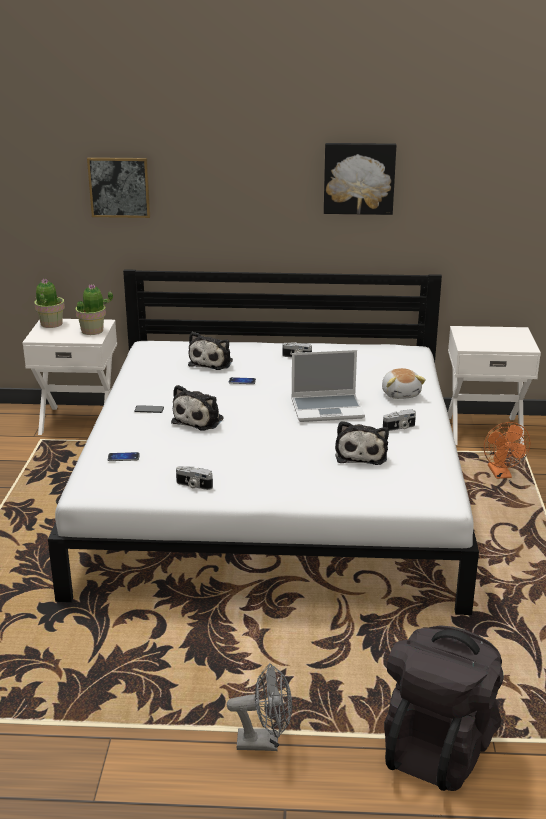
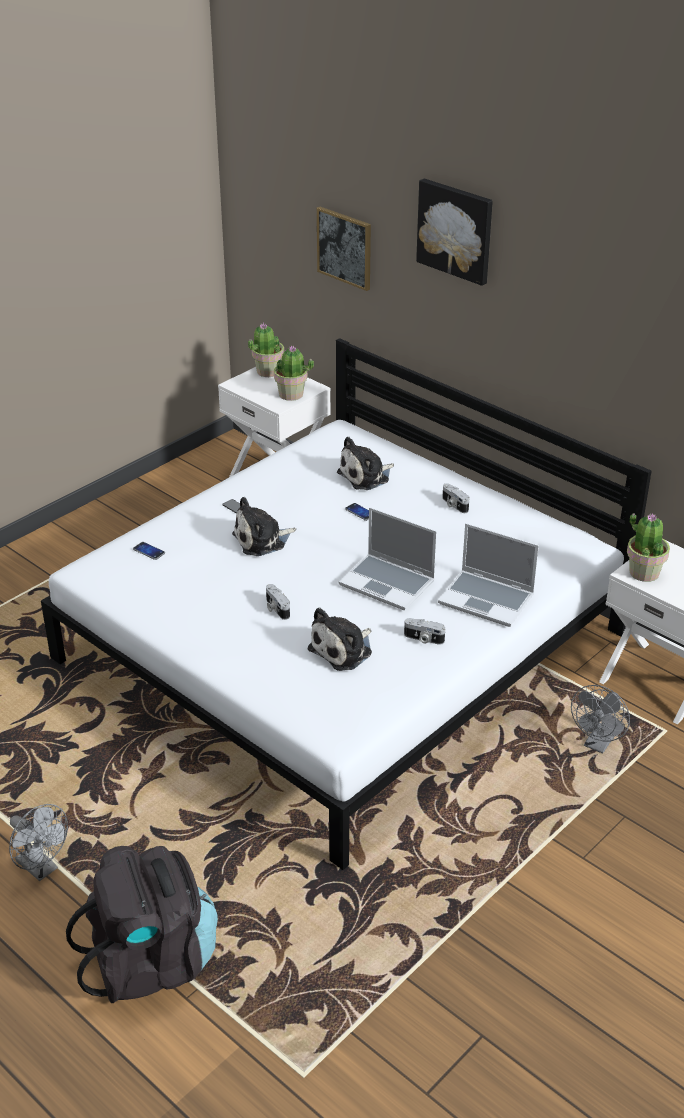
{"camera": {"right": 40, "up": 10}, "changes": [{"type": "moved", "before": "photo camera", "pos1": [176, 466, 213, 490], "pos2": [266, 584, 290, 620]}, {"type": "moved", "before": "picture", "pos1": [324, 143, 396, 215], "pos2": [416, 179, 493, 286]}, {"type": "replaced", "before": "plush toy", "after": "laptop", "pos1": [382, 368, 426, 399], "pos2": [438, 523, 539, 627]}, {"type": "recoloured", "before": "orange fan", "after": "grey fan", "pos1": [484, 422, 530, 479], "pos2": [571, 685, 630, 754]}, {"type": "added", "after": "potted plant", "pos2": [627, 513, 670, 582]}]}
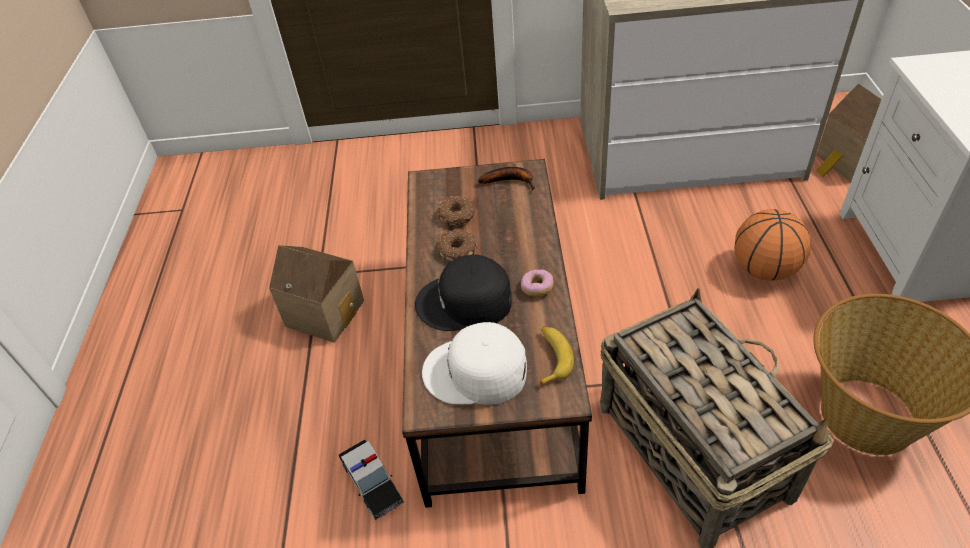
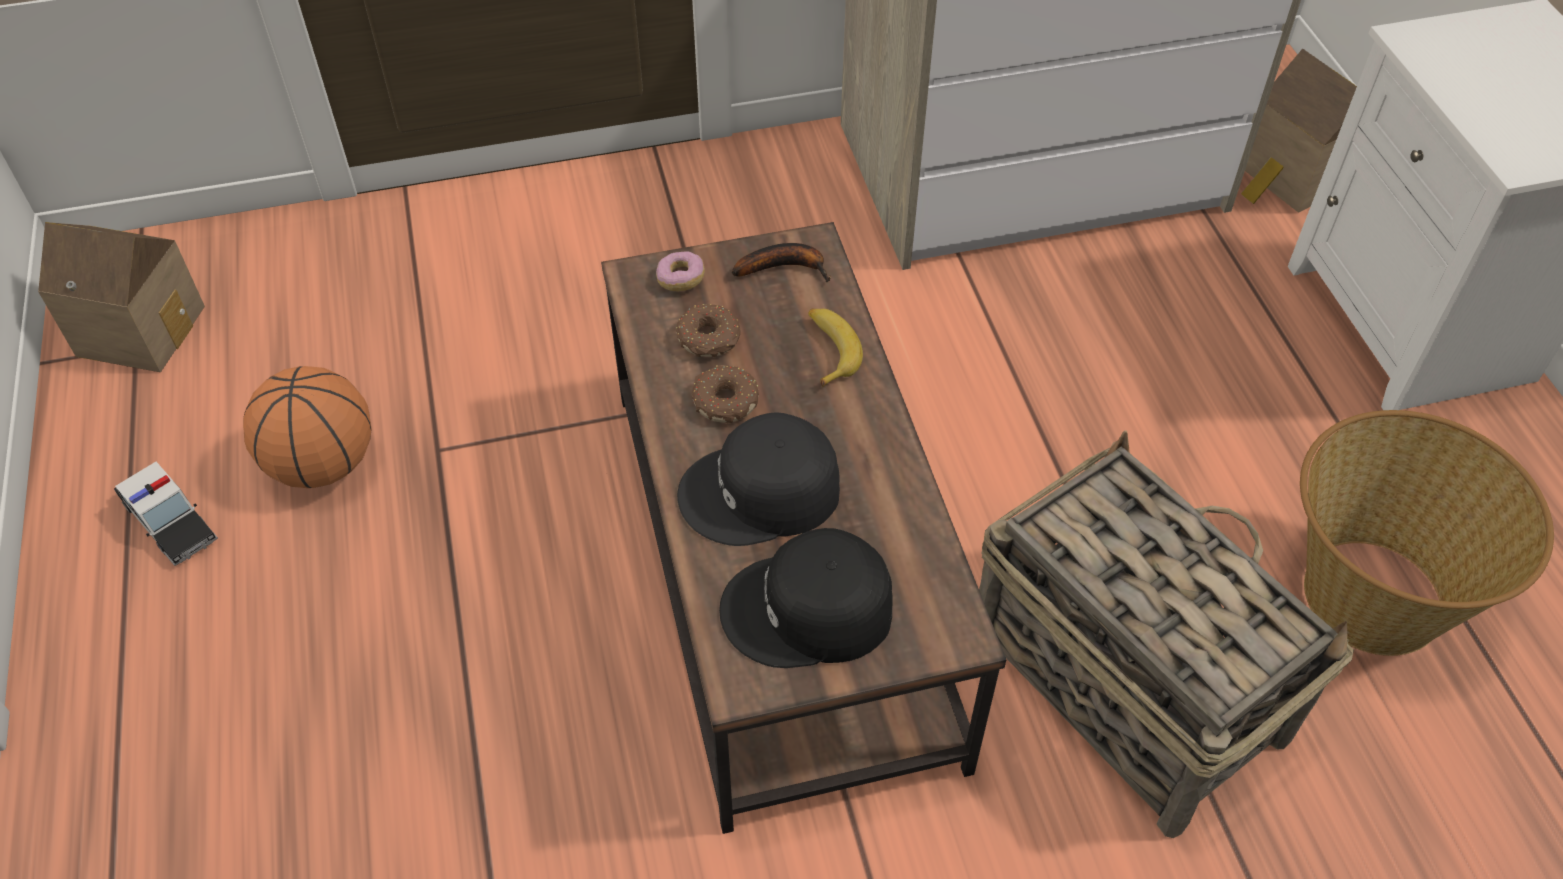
{"camera": {"right": -15, "up": 5}, "changes": [{"type": "moved", "before": "toy house", "pos1": [269, 245, 364, 343], "pos2": [38, 222, 205, 372]}, {"type": "moved", "before": "toy car", "pos1": [339, 440, 404, 520], "pos2": [114, 462, 218, 566]}, {"type": "moved", "before": "basketball", "pos1": [734, 209, 810, 281], "pos2": [243, 366, 372, 488]}, {"type": "moved", "before": "donut", "pos1": [521, 270, 554, 297], "pos2": [656, 251, 705, 291]}, {"type": "recoloured", "before": "white cap", "after": "black cap", "pos1": [422, 322, 527, 405], "pos2": [719, 528, 893, 668]}, {"type": "moved", "before": "banana", "pos1": [540, 326, 574, 386], "pos2": [808, 309, 863, 387]}]}
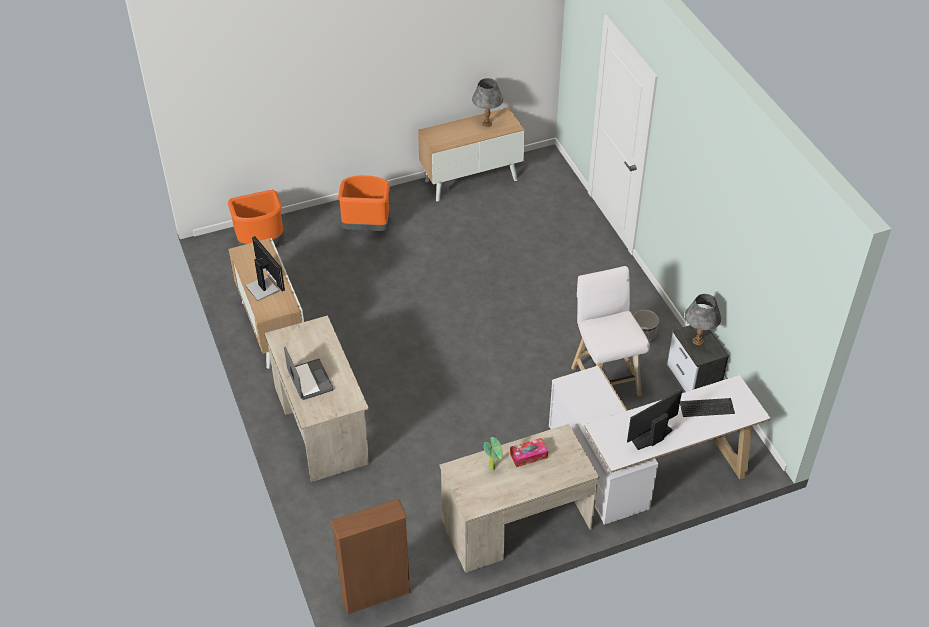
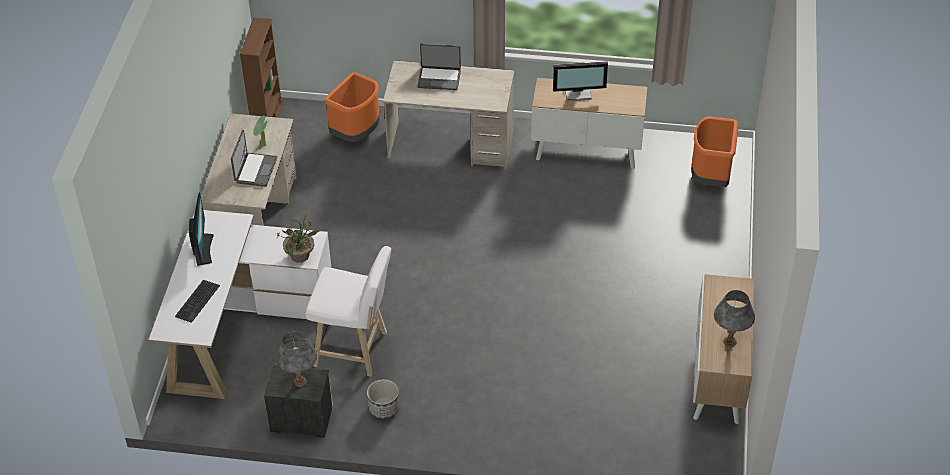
{"camera": {"right": 120, "up": 0}, "changes": [{"type": "replaced", "before": "tissue box", "after": "laptop", "pos1": [510, 438, 548, 467], "pos2": [231, 130, 277, 187]}, {"type": "added", "after": "potted plant", "pos2": [276, 212, 320, 263]}, {"type": "moved", "before": "orange trash can", "pos1": [338, 175, 390, 231], "pos2": [324, 72, 379, 142]}]}
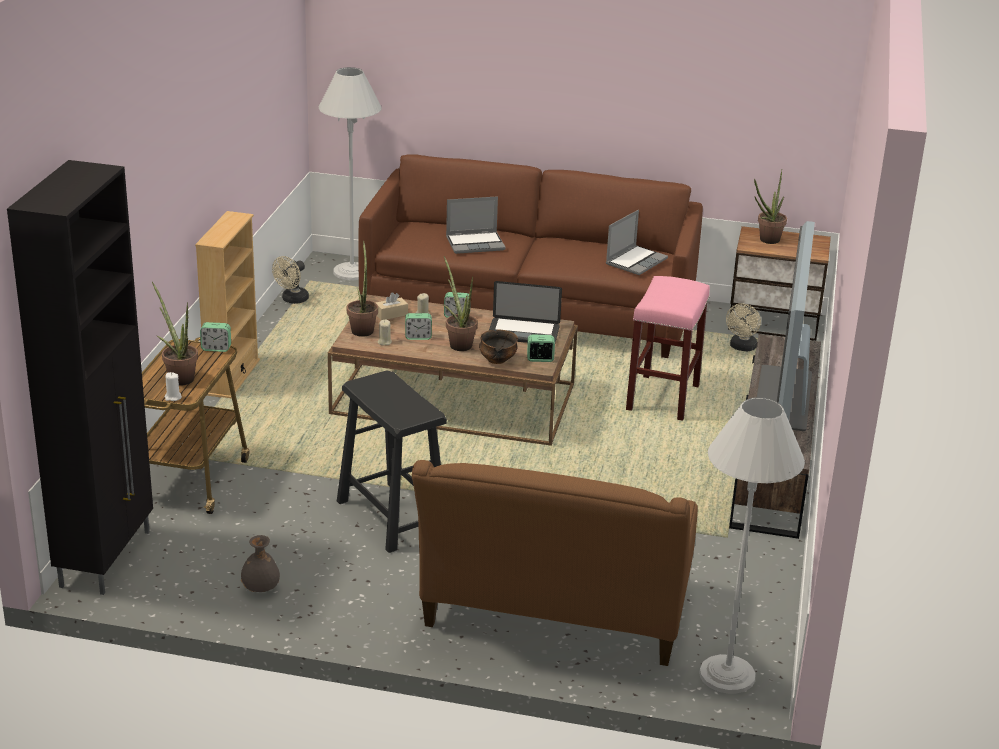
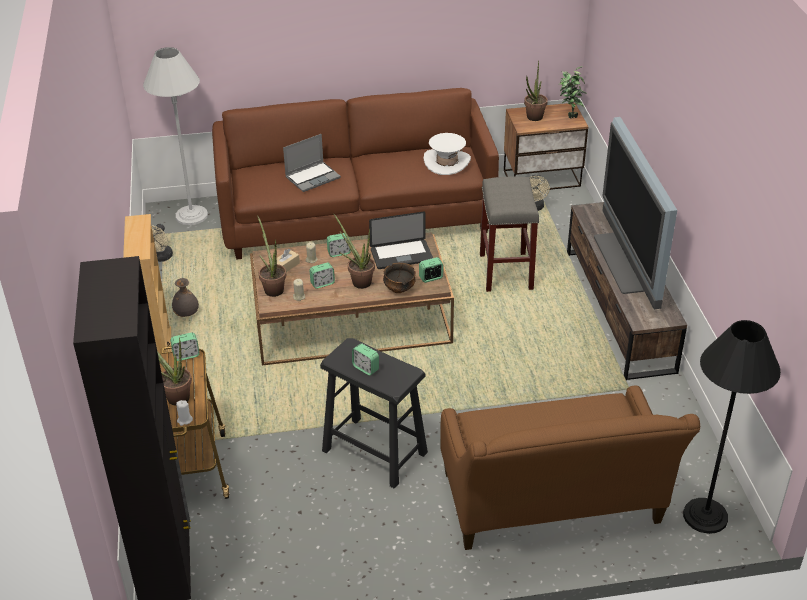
{"camera": {"right": -20, "up": 10}, "changes": [{"type": "moved", "before": "grey vase", "pos1": [241, 535, 280, 592], "pos2": [172, 278, 199, 317]}, {"type": "added", "after": "alarm clock", "pos2": [352, 343, 379, 376]}, {"type": "replaced", "before": "laptop", "after": "white hat", "pos1": [606, 210, 668, 275], "pos2": [423, 133, 471, 175]}, {"type": "recoloured", "before": "pink stool", "after": "grey stool", "pos1": [626, 276, 710, 421], "pos2": [480, 176, 539, 292]}, {"type": "added", "after": "potted plant", "pos2": [559, 66, 587, 118]}, {"type": "recoloured", "before": "white floor lamp", "after": "black floor lamp", "pos1": [699, 397, 805, 694], "pos2": [683, 320, 781, 534]}]}
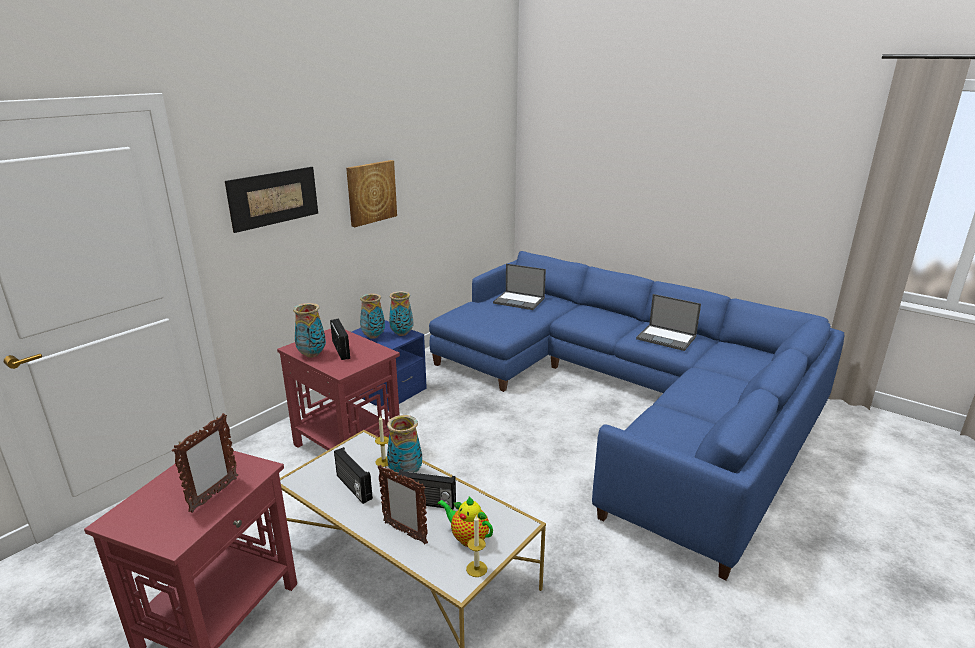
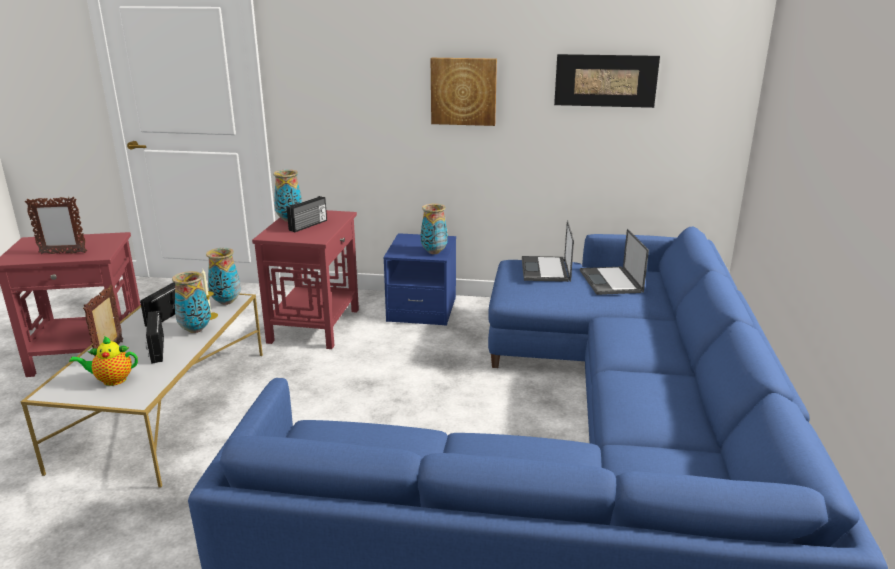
{"camera": {"right": 60, "up": 0}, "changes": [{"type": "turned", "before": "teapot", "pos1": [437, 497, 493, 547], "pos2": [69, 336, 138, 386], "turn": -105}, {"type": "moved", "before": "vase", "pos1": [360, 294, 385, 339], "pos2": [206, 248, 241, 305]}, {"type": "moved", "before": "laptop", "pos1": [636, 294, 701, 351], "pos2": [522, 220, 574, 282]}, {"type": "moved", "before": "picture", "pos1": [225, 167, 318, 233], "pos2": [554, 54, 660, 108]}, {"type": "removed", "before": "candle", "pos1": [466, 515, 487, 577]}]}
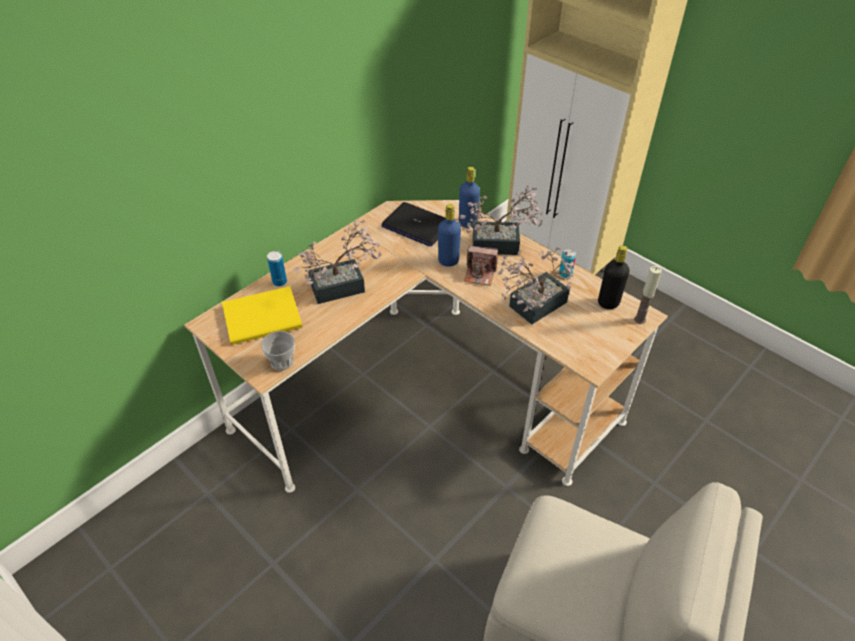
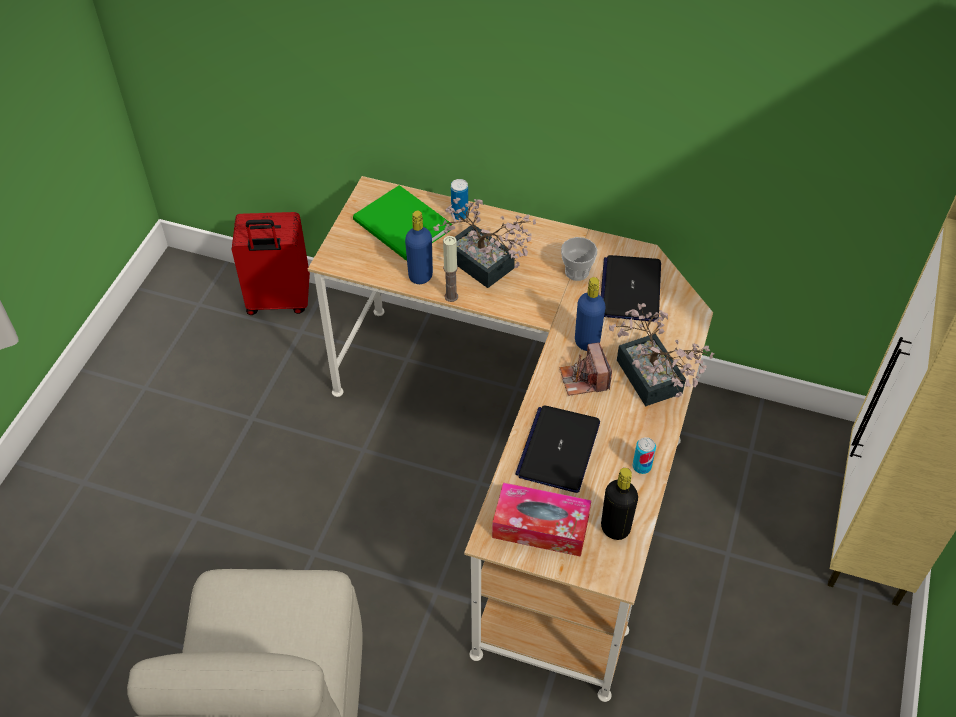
{"camera": {"right": 65, "up": 5}, "changes": [{"type": "added", "after": "red suitcase", "pos2": [232, 212, 310, 315]}, {"type": "recoloured", "before": "yellow book", "after": "green book", "pos1": [222, 286, 302, 345], "pos2": [353, 185, 452, 261]}, {"type": "moved", "before": "blue bottle", "pos1": [459, 167, 480, 228], "pos2": [405, 211, 433, 284]}, {"type": "moved", "before": "candle", "pos1": [634, 266, 662, 324], "pos2": [443, 236, 458, 302]}, {"type": "added", "after": "tissue box", "pos2": [492, 482, 591, 557]}, {"type": "replaced", "before": "potted plant", "after": "laptop", "pos1": [498, 247, 574, 324], "pos2": [515, 405, 600, 493]}, {"type": "moved", "before": "cup", "pos1": [261, 331, 295, 371], "pos2": [561, 237, 597, 281]}]}
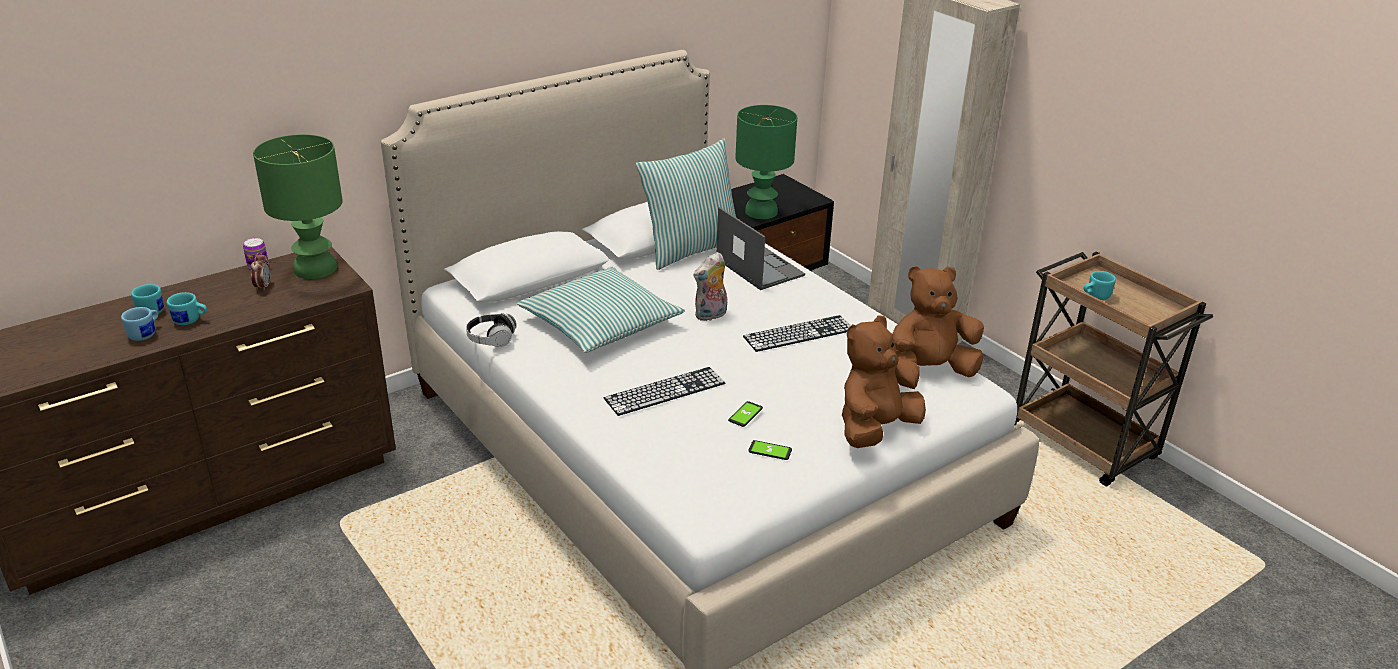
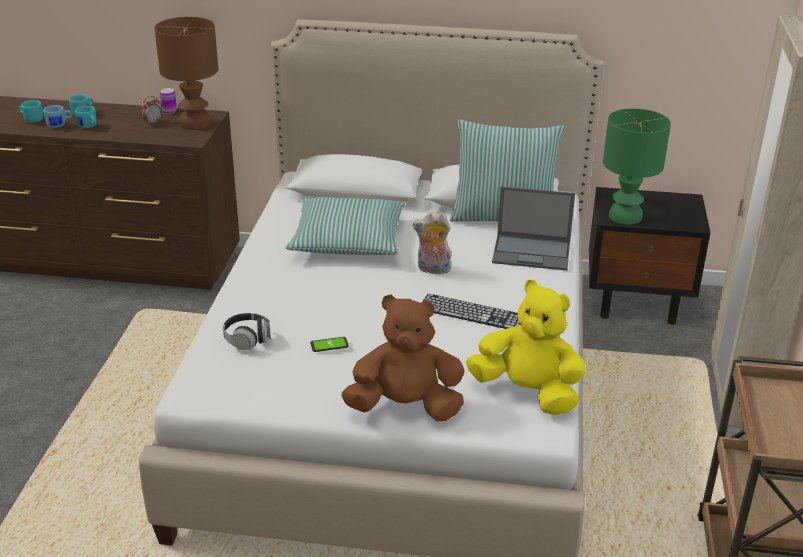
{"camera": {"right": 45, "up": 0}, "changes": [{"type": "moved", "before": "turquoise mug", "pos1": [1083, 271, 1116, 300], "pos2": [19, 100, 43, 123]}, {"type": "recoloured", "before": "green table lamp", "after": "brown table lamp", "pos1": [253, 134, 343, 279], "pos2": [154, 17, 218, 130]}, {"type": "moved", "before": "headphones", "pos1": [466, 313, 517, 347], "pos2": [223, 313, 271, 350]}, {"type": "recoloured", "before": "brown plush toy", "after": "yellow plush toy", "pos1": [892, 266, 984, 377], "pos2": [466, 280, 586, 415]}, {"type": "turned", "before": "laptop", "pos1": [717, 207, 805, 290], "pos2": [492, 186, 575, 271], "turn": 90}, {"type": "removed", "before": "keyboard", "pos1": [604, 367, 725, 416]}, {"type": "removed", "before": "phone", "pos1": [748, 440, 792, 460]}]}
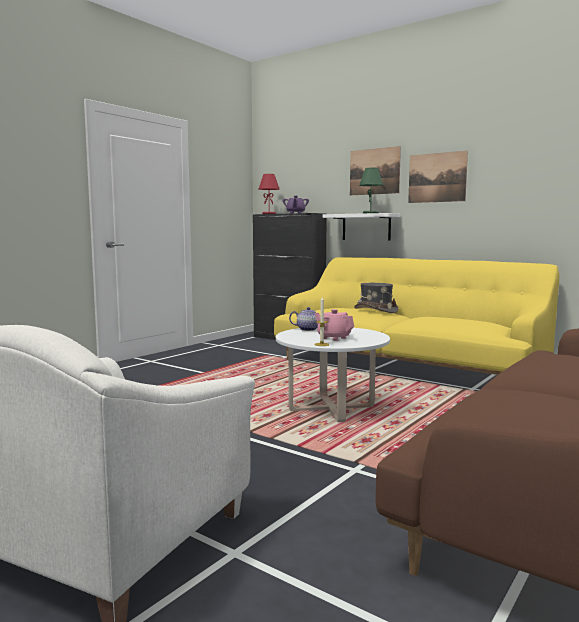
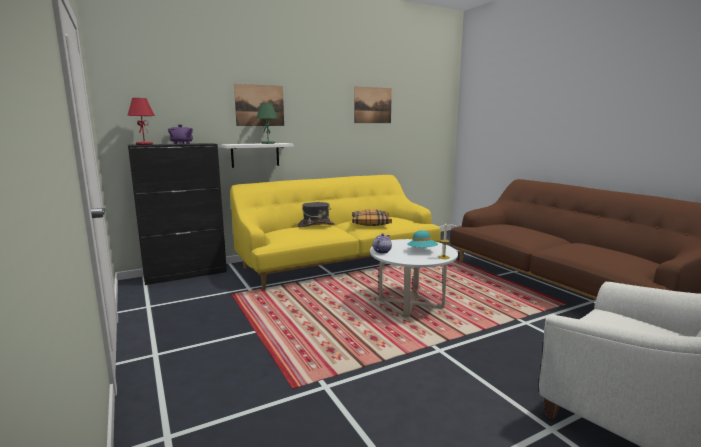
{"camera": {"right": -65, "up": 5}, "changes": [{"type": "added", "after": "pillow", "pos2": [352, 209, 392, 226]}, {"type": "moved", "before": "picture", "pos1": [408, 151, 468, 203], "pos2": [354, 86, 392, 123]}, {"type": "replaced", "before": "pink teapot", "after": "turquoise hat", "pos1": [314, 309, 354, 341], "pos2": [407, 230, 438, 247]}]}
